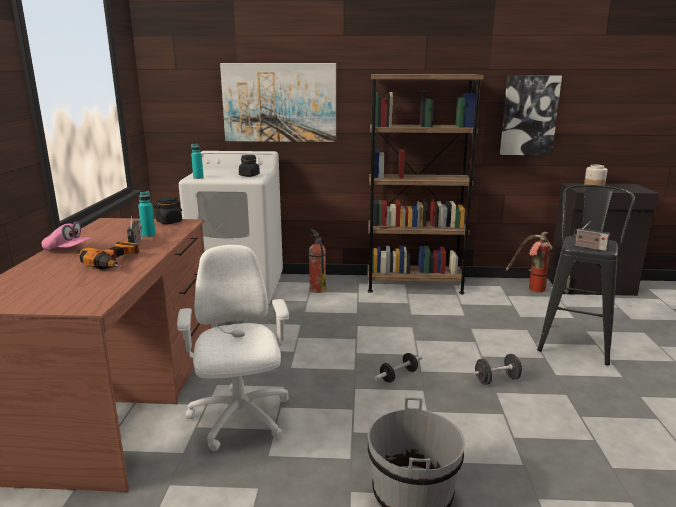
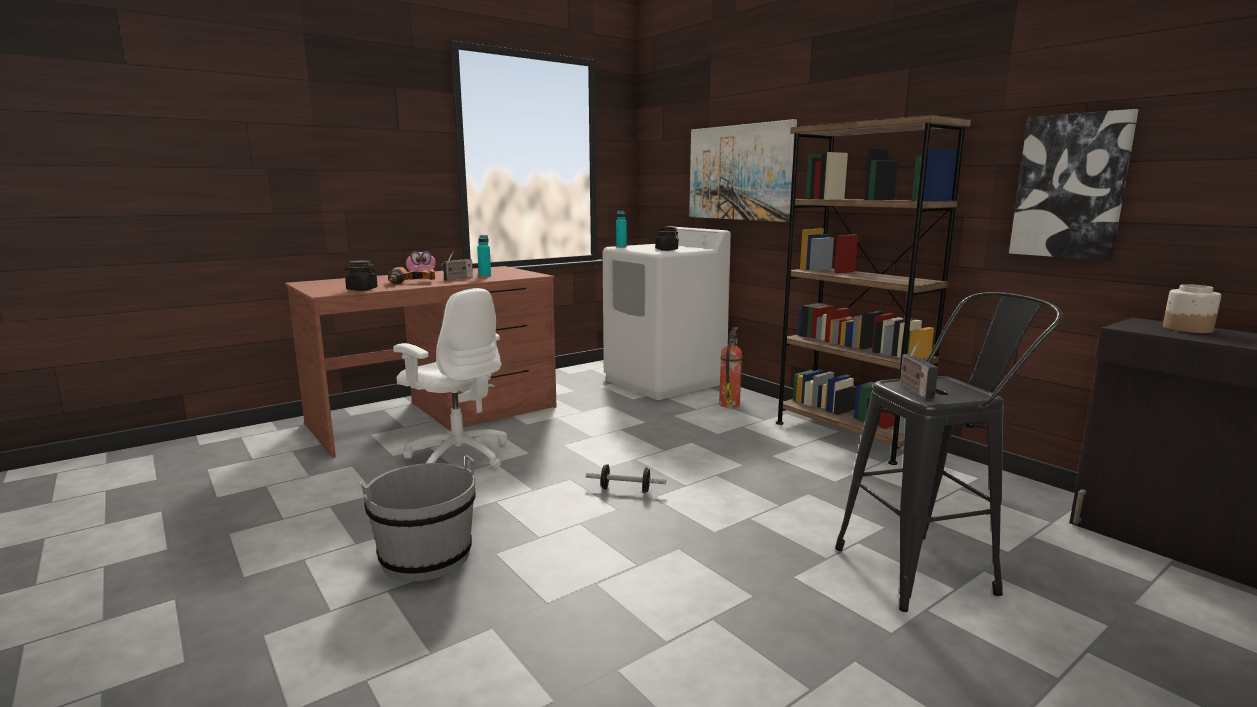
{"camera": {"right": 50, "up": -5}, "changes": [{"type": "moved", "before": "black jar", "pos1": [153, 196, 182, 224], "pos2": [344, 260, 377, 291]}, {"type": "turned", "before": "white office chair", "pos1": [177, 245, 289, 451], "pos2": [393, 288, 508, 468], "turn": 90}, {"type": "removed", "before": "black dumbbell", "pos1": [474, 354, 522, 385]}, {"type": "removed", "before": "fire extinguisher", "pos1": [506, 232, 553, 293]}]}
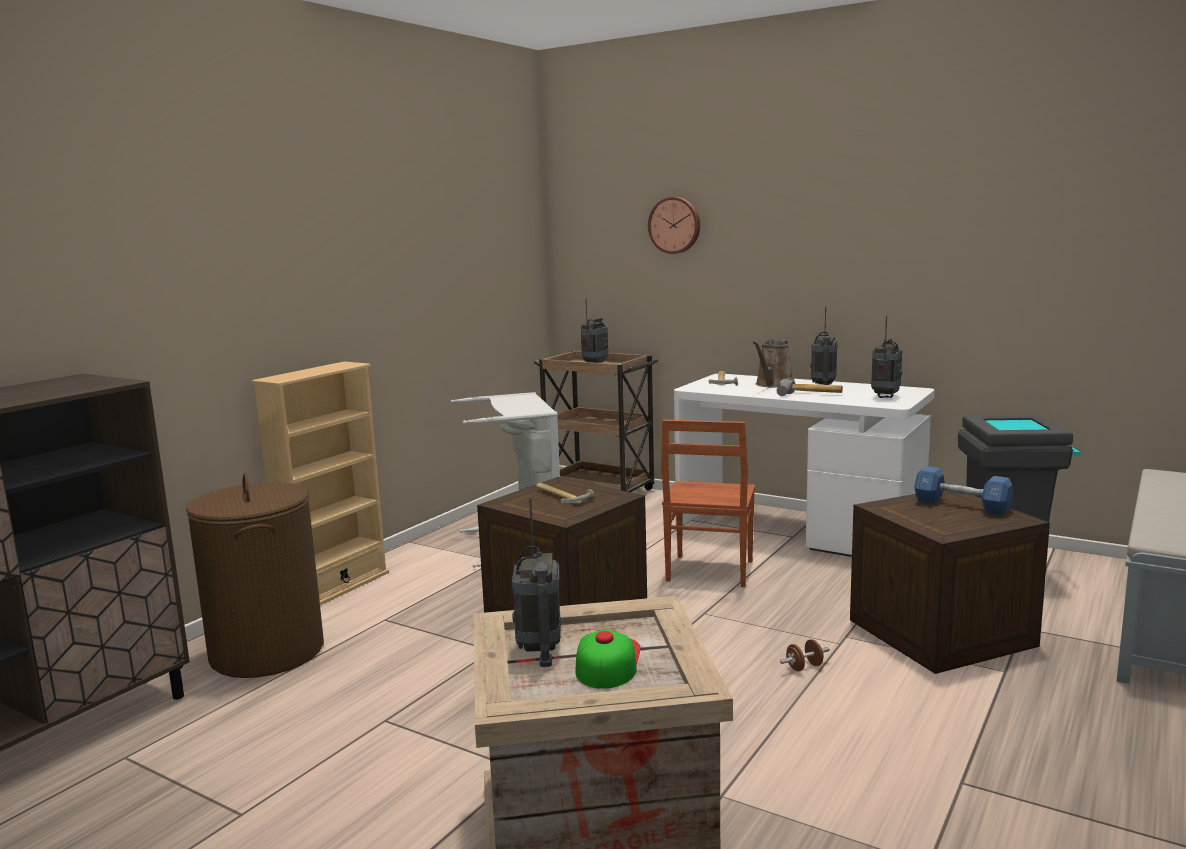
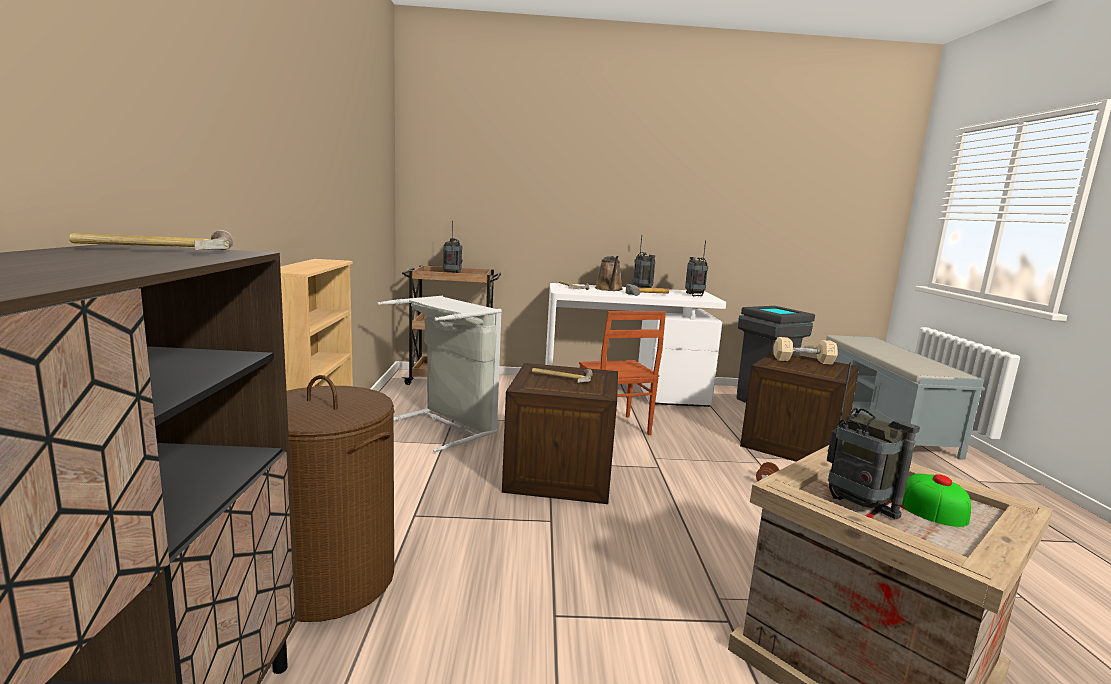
{"camera": {"right": -35, "up": 0}, "changes": [{"type": "added", "after": "hammer", "pos2": [69, 230, 233, 251]}, {"type": "recoloured", "before": "blue dumbbell", "after": "beige dumbbell", "pos1": [914, 466, 1013, 515], "pos2": [773, 337, 838, 365]}, {"type": "removed", "before": "wall clock", "pos1": [648, 197, 700, 254]}]}
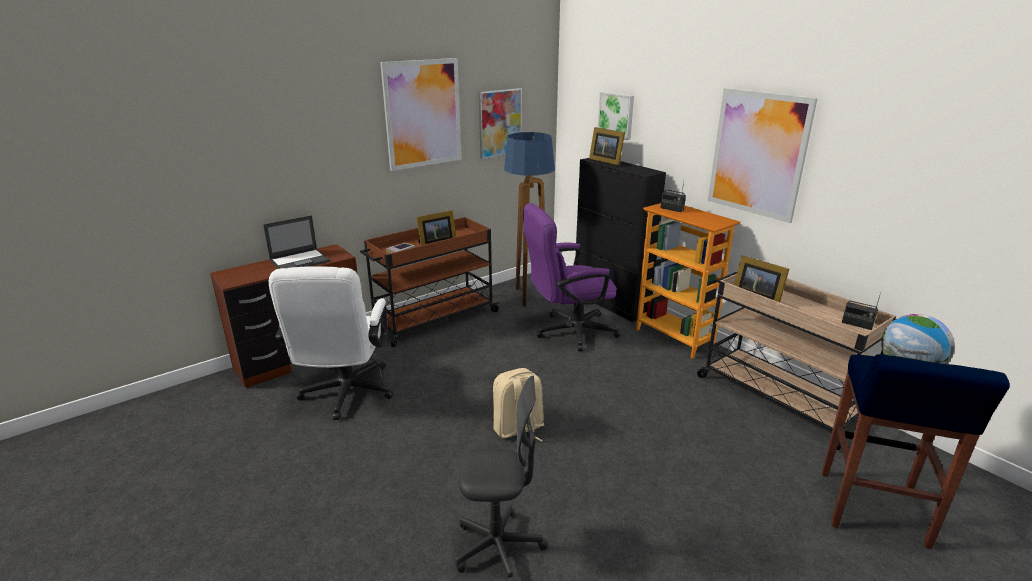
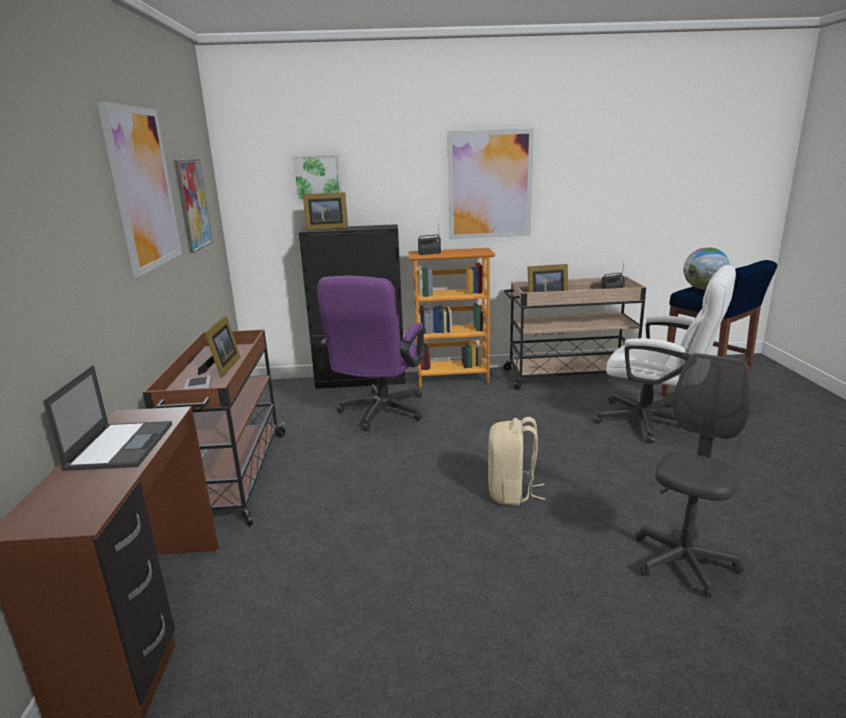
{"camera": {"right": -55, "up": -5}, "changes": [{"type": "moved", "before": "white office chair", "pos1": [269, 266, 393, 420], "pos2": [593, 265, 736, 443]}, {"type": "removed", "before": "floor lamp", "pos1": [504, 132, 555, 307]}]}
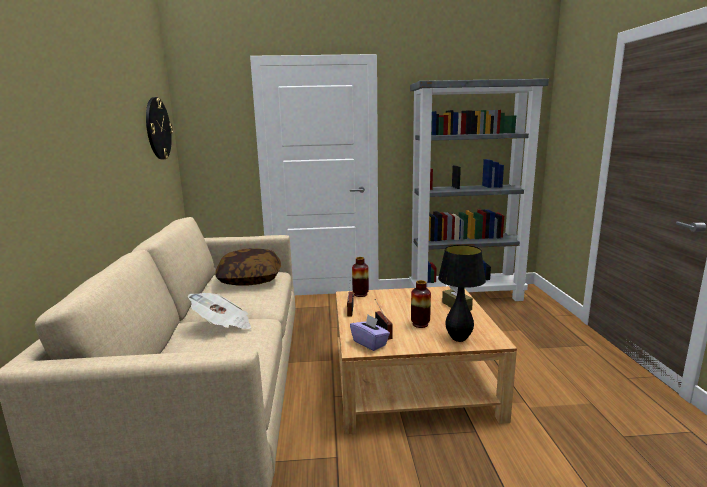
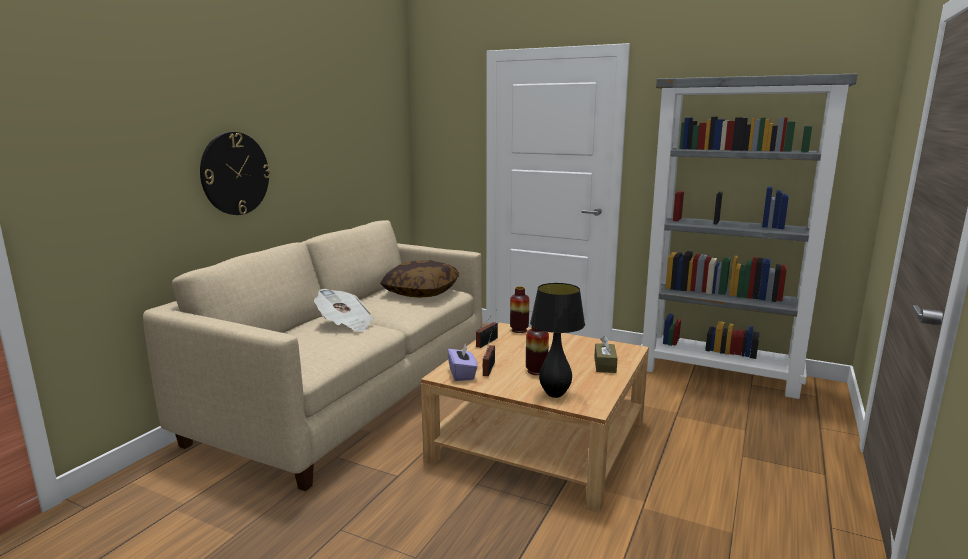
{"camera": {"right": 30, "up": 0}, "changes": [{"type": "moved", "before": "wall clock", "pos1": [146, 97, 173, 159], "pos2": [200, 132, 271, 215]}]}
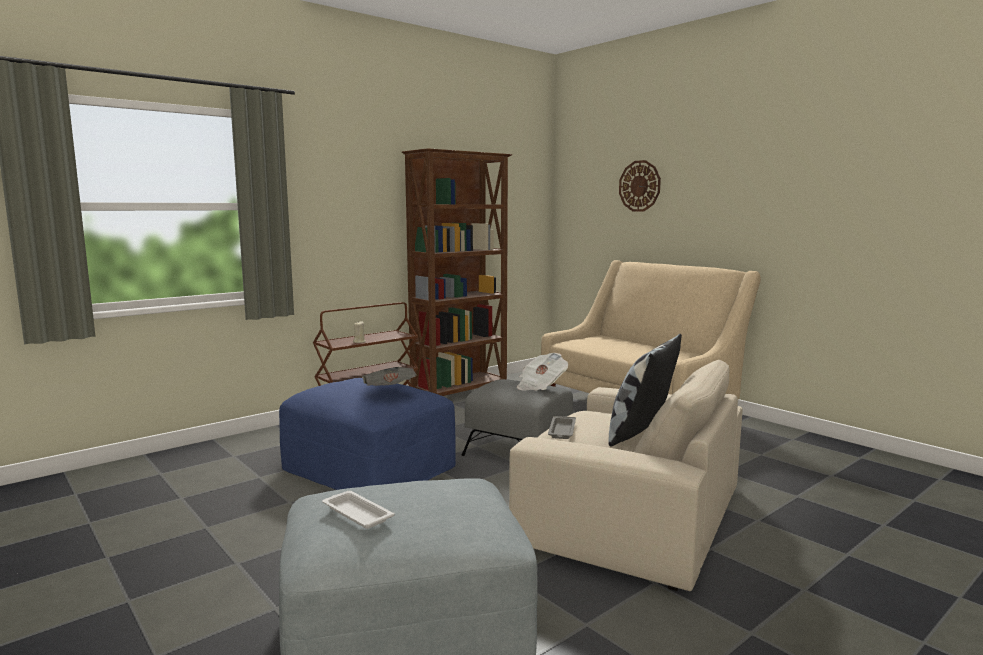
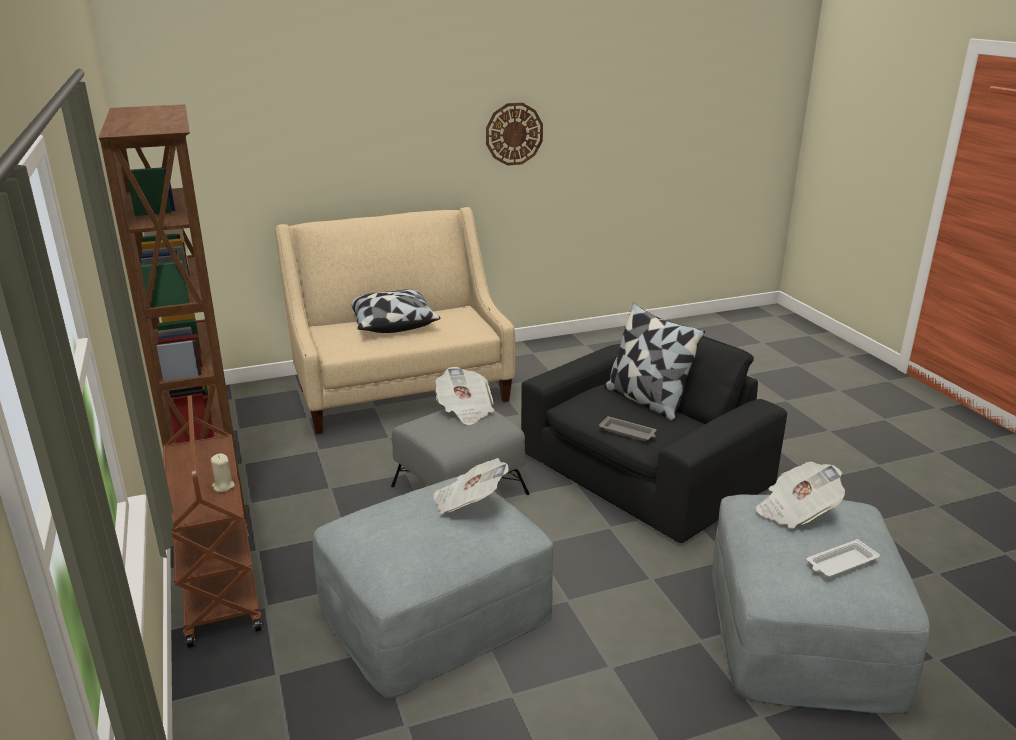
{"camera": {"right": -70, "up": 15}, "changes": [{"type": "recoloured", "before": "blue ottoman", "after": "grey ottoman", "pos1": [279, 378, 456, 490], "pos2": [313, 477, 553, 698]}, {"type": "added", "after": "pillow", "pos2": [351, 289, 440, 333]}, {"type": "moved", "before": "wall clock", "pos1": [619, 160, 661, 212], "pos2": [486, 103, 543, 166]}, {"type": "recoloured", "before": "beige armchair", "after": "black armchair", "pos1": [509, 360, 743, 591], "pos2": [521, 336, 787, 543]}, {"type": "added", "after": "newspaper", "pos2": [756, 462, 845, 529]}]}
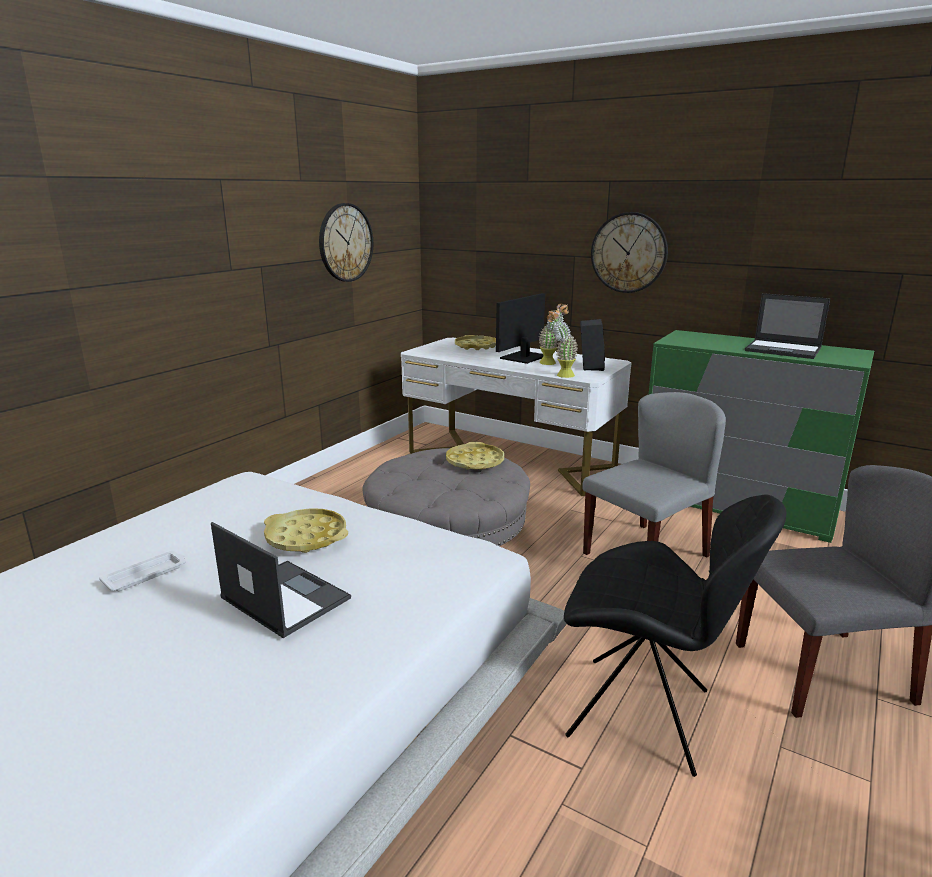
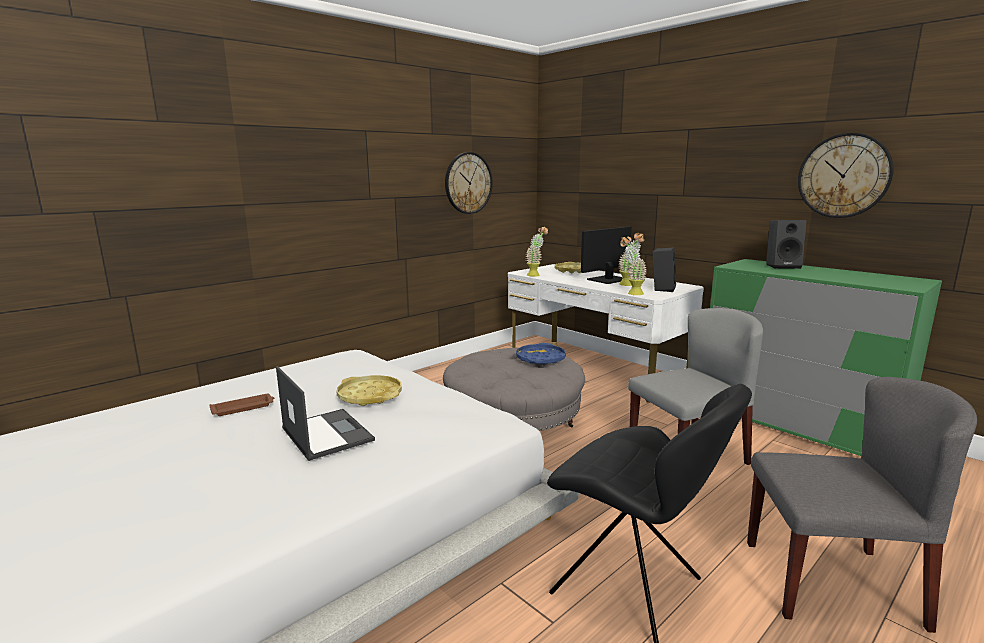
{"camera": {"right": 15, "up": -5}, "changes": [{"type": "recoloured", "before": "white tray", "after": "brown tray", "pos1": [99, 551, 186, 591], "pos2": [209, 394, 274, 416]}, {"type": "recoloured", "before": "yellow tray", "after": "blue tray", "pos1": [446, 442, 504, 470], "pos2": [516, 343, 566, 365]}, {"type": "added", "after": "potted plant", "pos2": [525, 226, 548, 277]}, {"type": "added", "after": "black speaker", "pos2": [766, 220, 807, 269]}, {"type": "moved", "before": "wall clock", "pos1": [591, 212, 668, 293], "pos2": [798, 133, 894, 218]}, {"type": "removed", "before": "laptop", "pos1": [745, 293, 830, 359]}]}
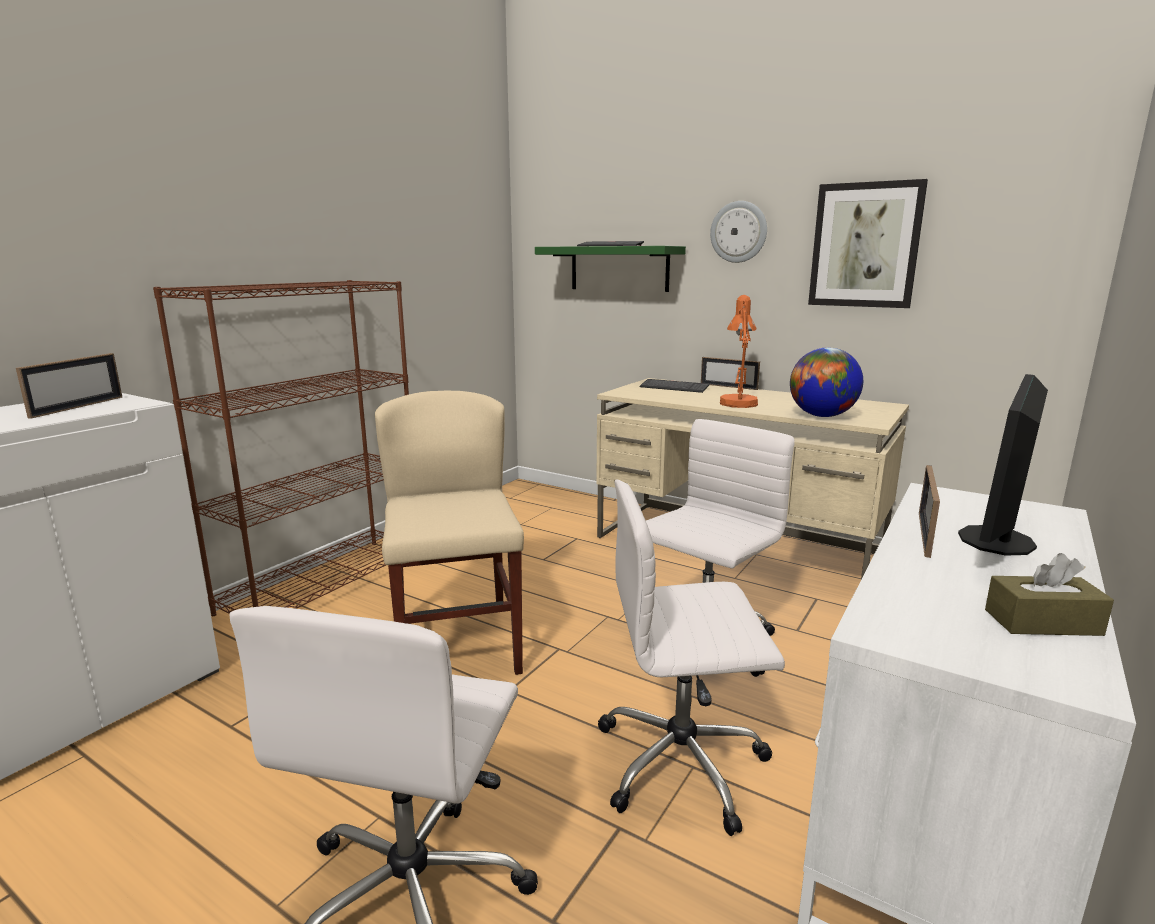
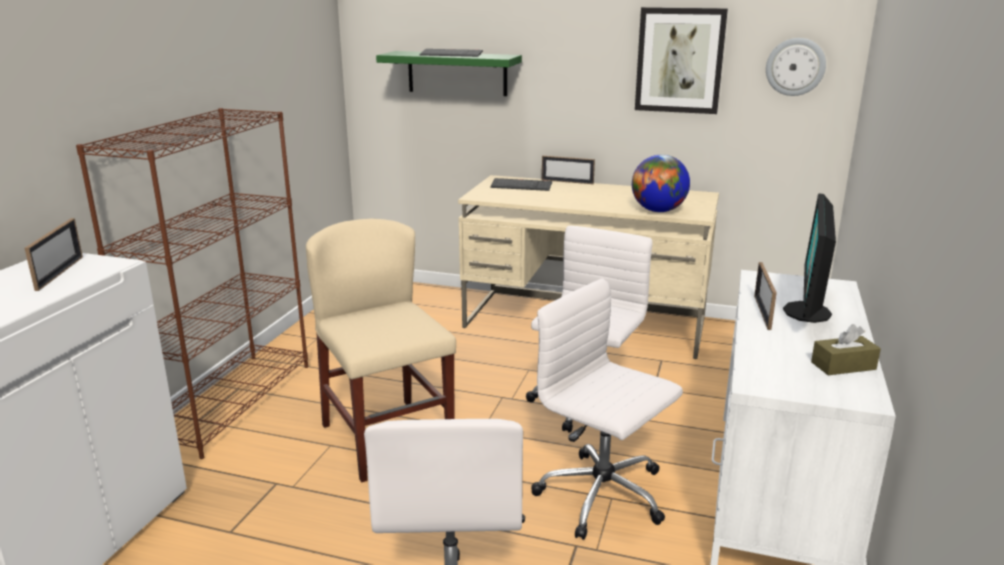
{"camera": {"right": -15, "up": 5}, "changes": [{"type": "turned", "before": "white office chair", "pos1": [598, 479, 785, 836], "pos2": [531, 278, 683, 540], "turn": 60}, {"type": "moved", "before": "wall clock", "pos1": [710, 201, 767, 263], "pos2": [766, 38, 826, 96]}, {"type": "removed", "before": "orange table lamp", "pos1": [720, 295, 758, 408]}]}
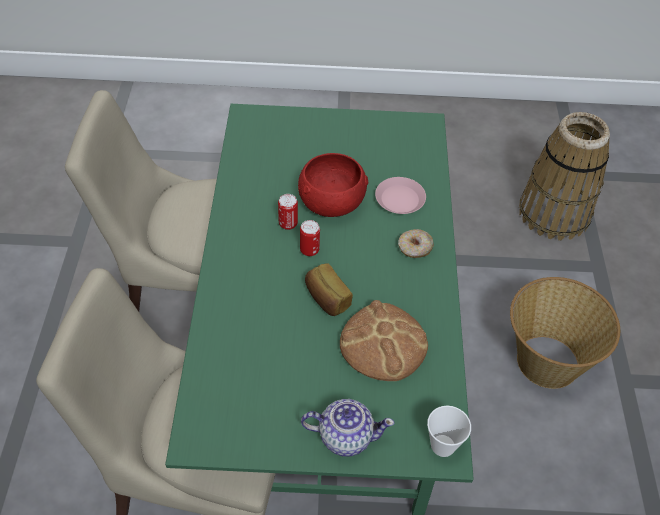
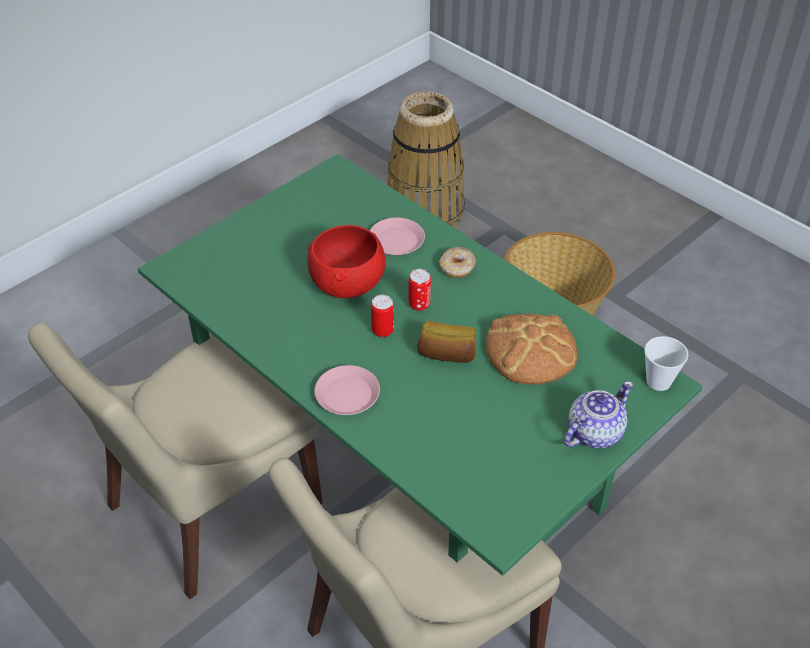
{"camera": {"right": -45, "up": -5}, "changes": [{"type": "added", "after": "pink plate", "pos2": [315, 365, 380, 415]}, {"type": "moved", "before": "can", "pos1": [278, 194, 298, 230], "pos2": [409, 269, 431, 311]}]}
